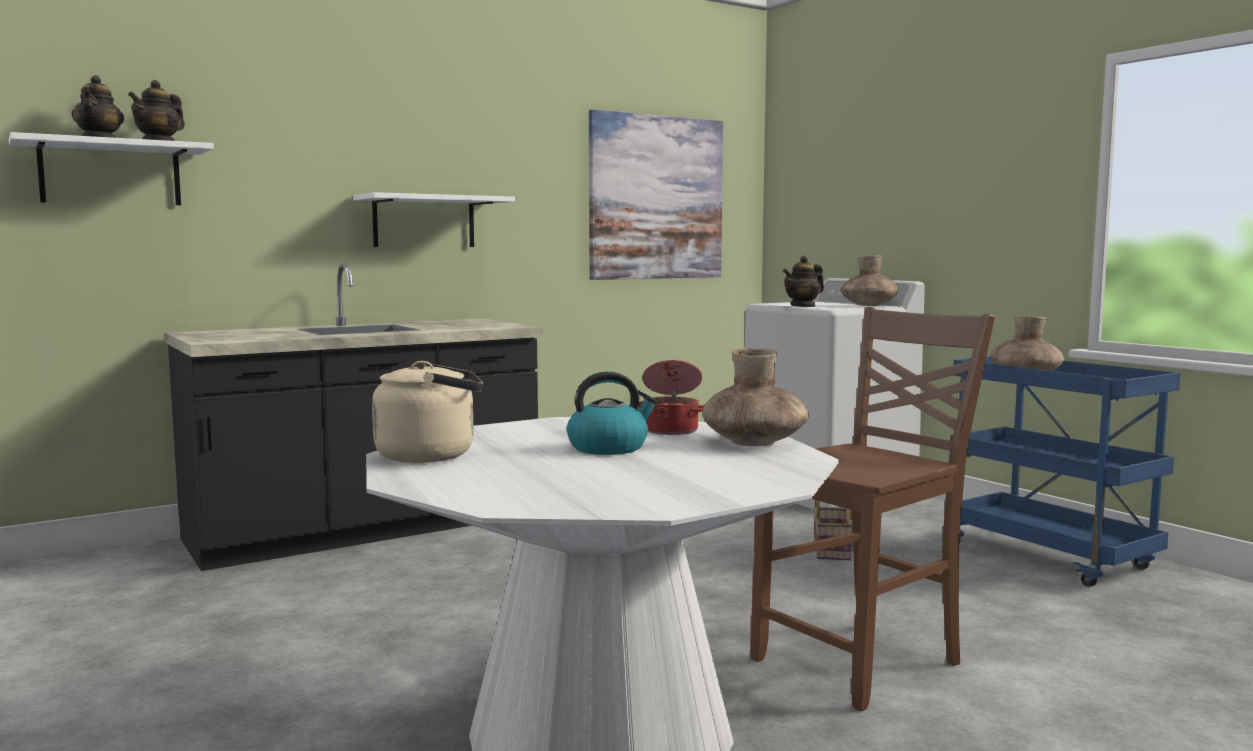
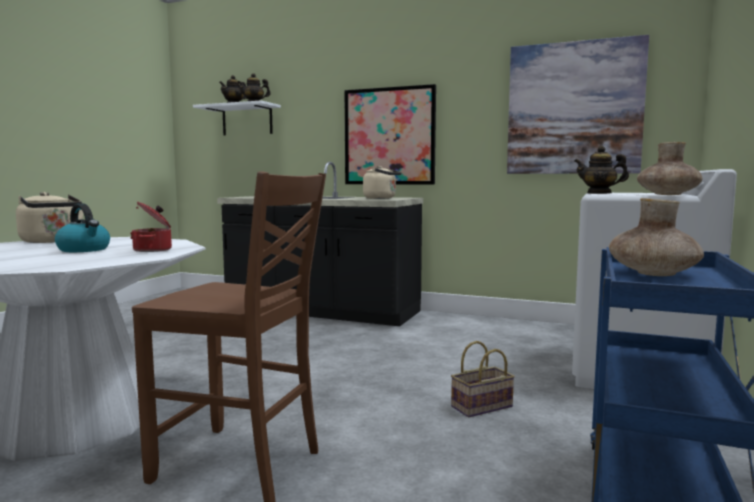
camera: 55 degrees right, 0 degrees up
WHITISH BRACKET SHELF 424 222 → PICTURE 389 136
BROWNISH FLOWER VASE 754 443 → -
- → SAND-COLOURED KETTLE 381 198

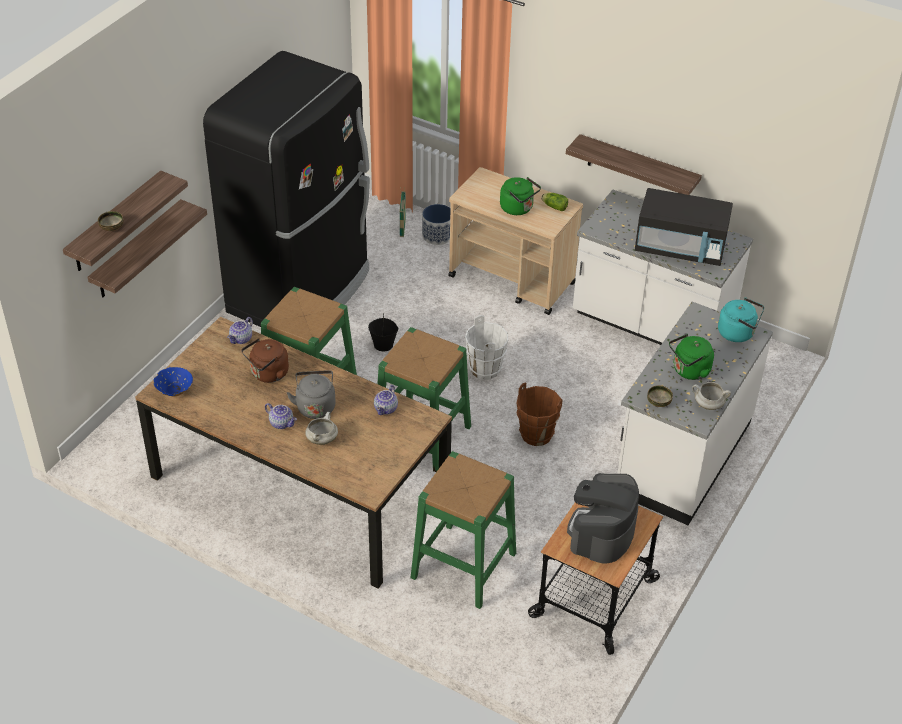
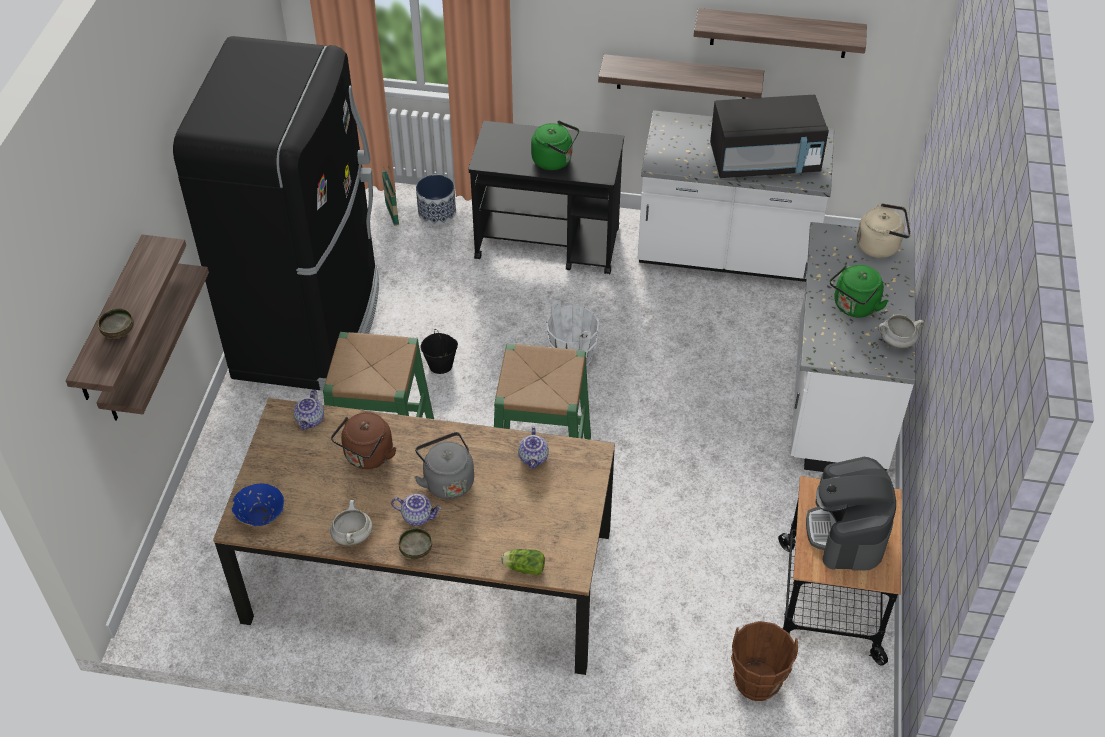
camera: 20 degrees left, 5 degrees up
SAND-COLOURED TROLLEY 512 280 → BLACK TROLLEY 548 244
LETTUCE 553 206 → LETTUCE 522 567, shifted
TURQUOISE KETTLE 738 333 → SAND-COLOURED KETTLE 880 246
BROWNISH WATER BUCKET 536 435 → BROWNISH WATER BUCKET 757 682, shifted
SERVING BOWL 658 402 → SERVING BOWL 416 550, shifted
WHITISH STOCKPOT 322 439 → WHITISH STOCKPOT 352 536, shifted
GREENISH STOOL SEAT 464 565 → -
- → BRACKET SHELF 779 33

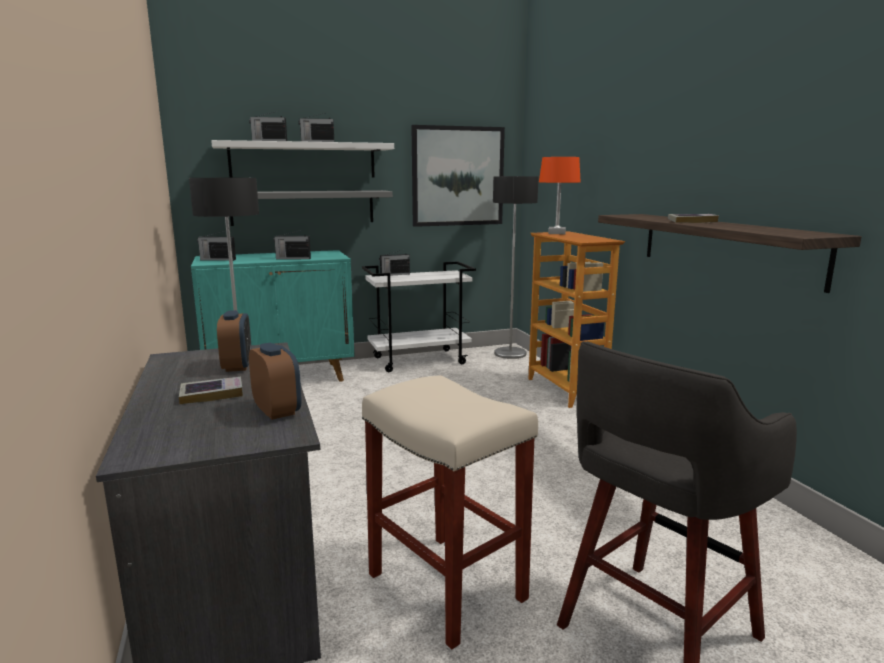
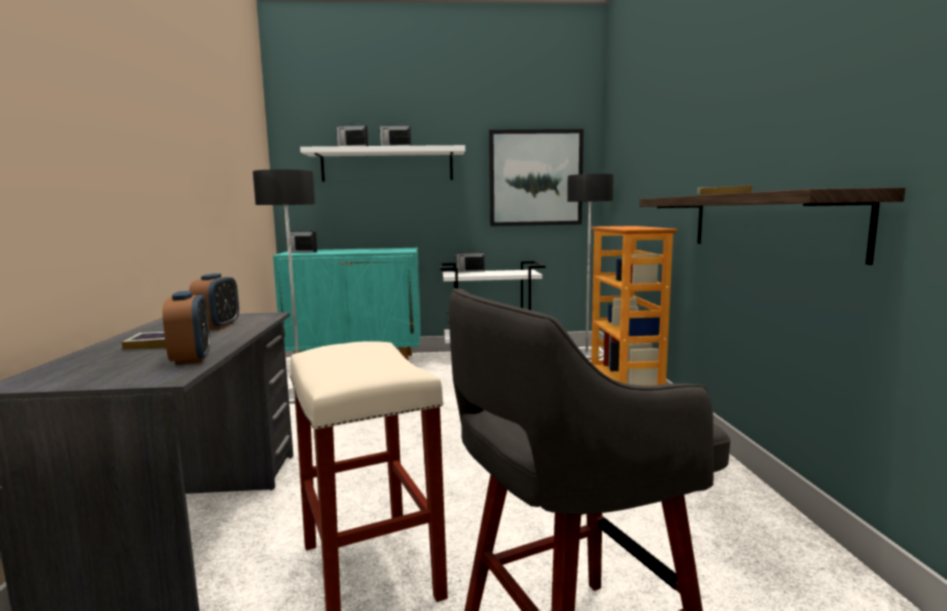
camera: 15 degrees right, 5 degrees down
ORANGEY TABLETOP LAMP 557 233 → -
GREYISH BRACKET SHELF 303 207 → -
RADIO RECEIVER 292 258 → -

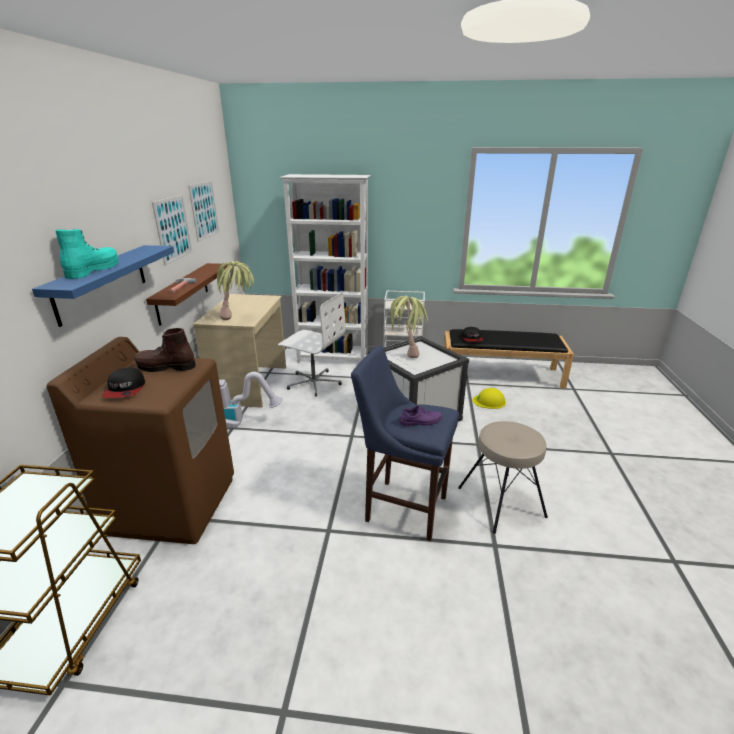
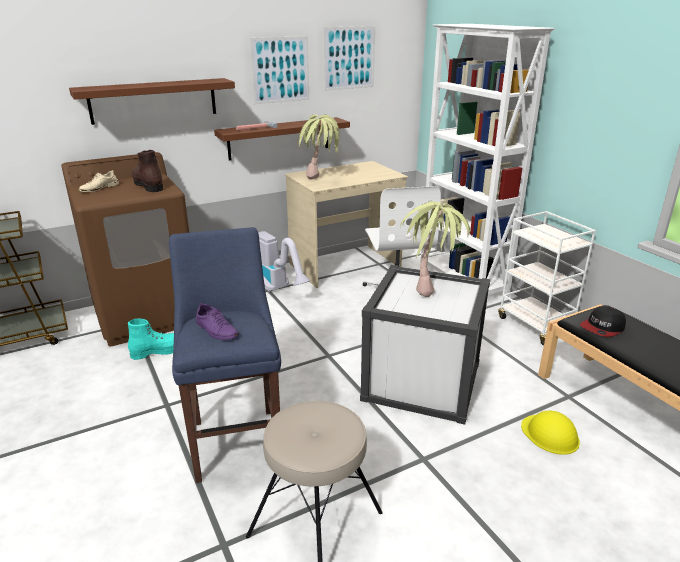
camera: 55 degrees right, 0 degrees up
TURQUOISE BOOT 93 270 → TURQUOISE BOOT 158 351, shifted
BLUISH BRACKET SHELF 102 282 → BROWNISH BRACKET SHELF 153 100
PEAKED CAP 125 389 → SAND-COLOURED SHOE 99 188

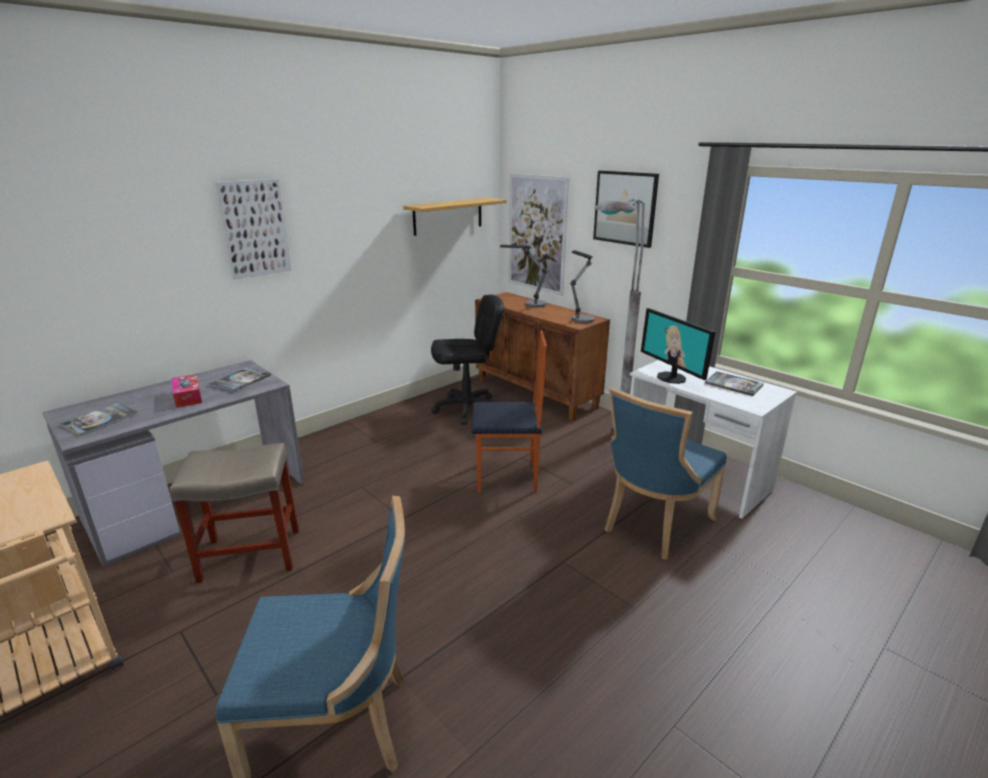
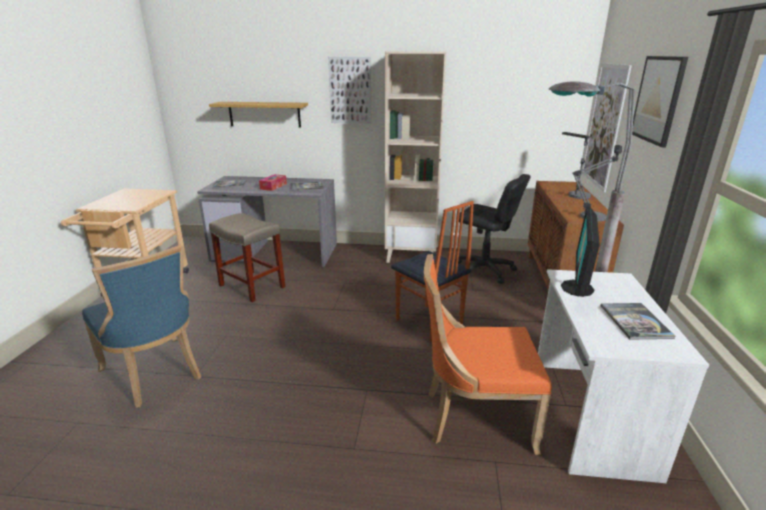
camera: 50 degrees right, 0 degrees up
BRACKET SHELF 448 216 → BRACKET SHELF 264 114, shifted
BLUISH PLAIN CHAIR 654 525 → ORANGEY PLAIN CHAIR 474 417
- → SAND-COLOURED SHELVING UNIT 411 255

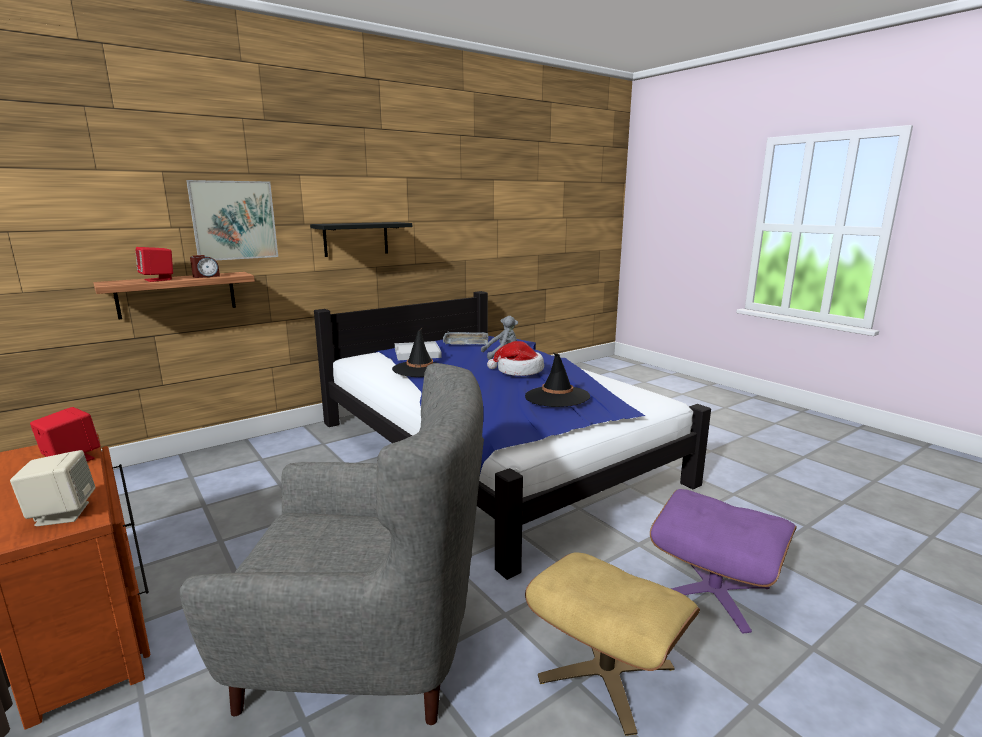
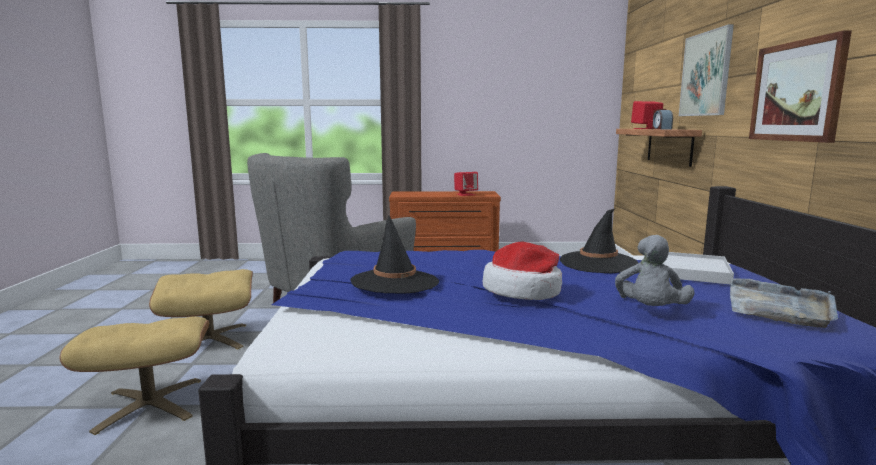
camera: 125 degrees right, 5 degrees down
BLACK BRACKET SHELF 356 239 → PICTURE 797 91
SAND-COLOURED SPEAKER 62 514 → -
PURPLE-COLOURED OTTOMAN 714 591 → SAND-COLOURED OTTOMAN 149 405

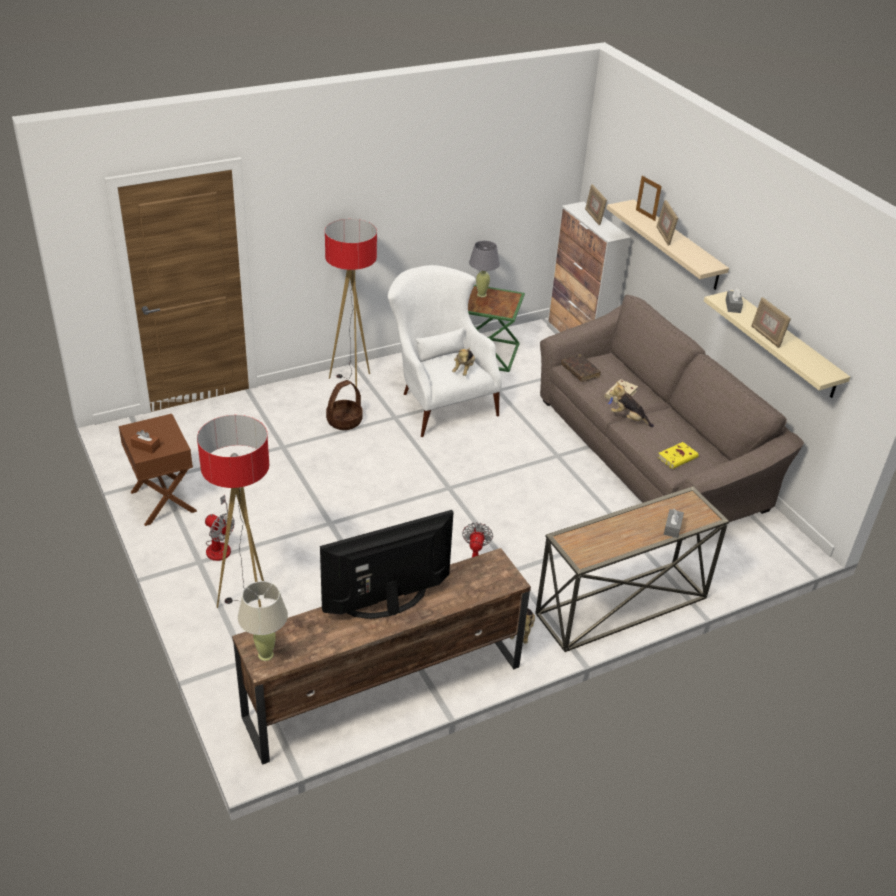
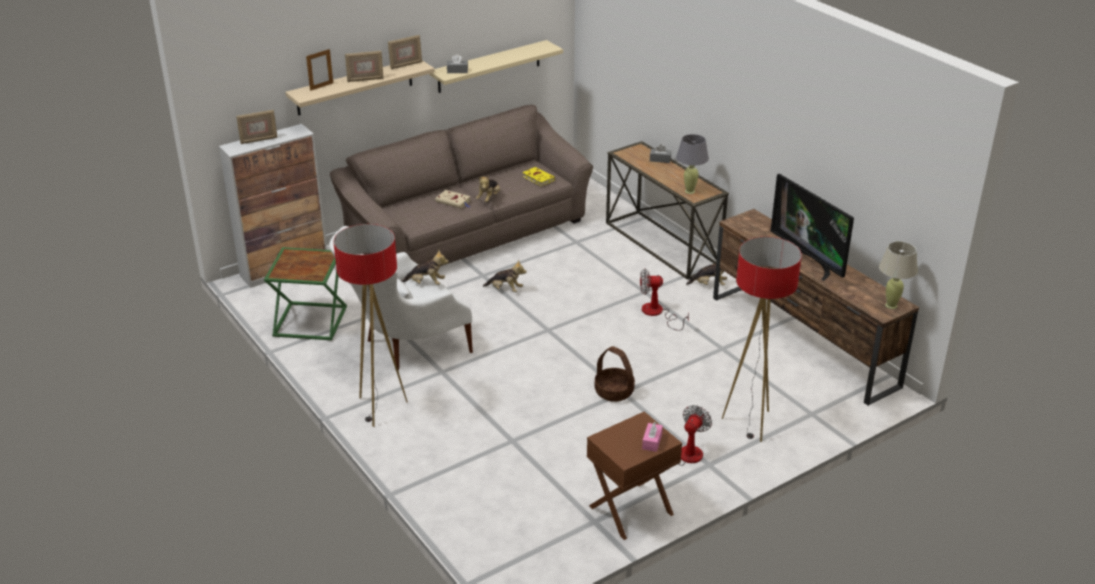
camera: 95 degrees left, 5 degrees down
GREYISH TABLETOP LAMP 481 294 → GREYISH TABLETOP LAMP 689 191, shifted
PICTURE FRAME 766 336 → PICTURE FRAME 405 65, shifted
BROWNISH BOOK 580 371 → -
BASKET 344 421 → BASKET 613 391, shifted
BROWNISH TISSUE BOX 146 446 → PINK-COLOURED TISSUE BOX 652 441
- → CUDDLY TOY 505 290

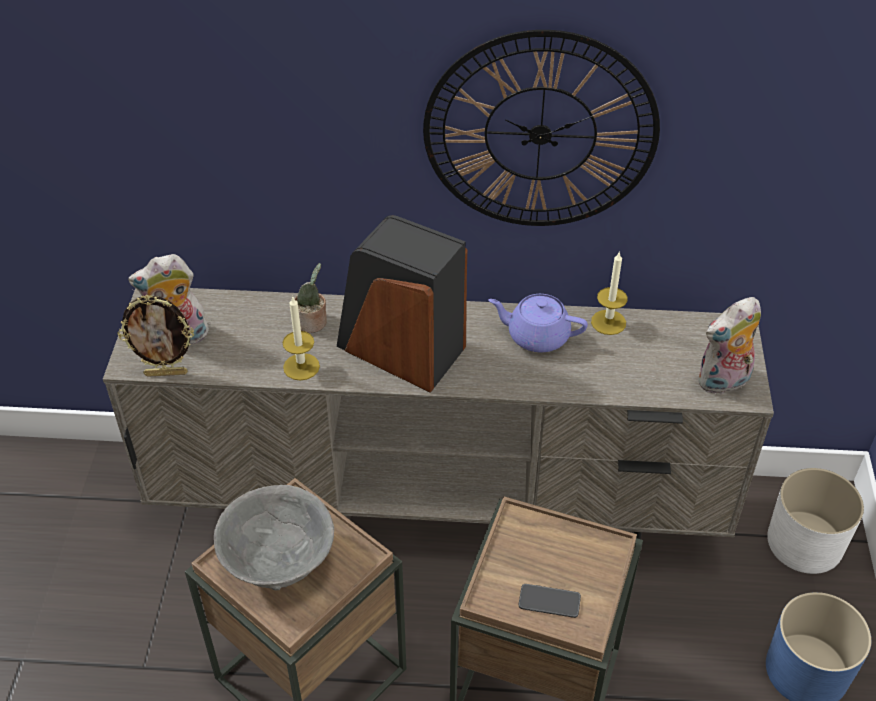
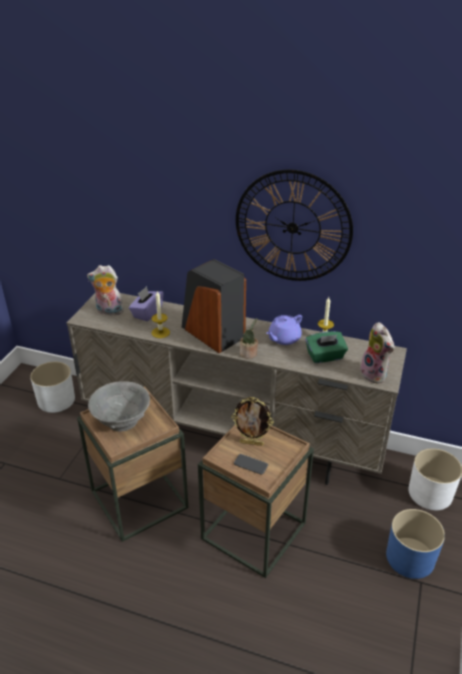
camera: 15 degrees right, 10 degrees down
POTTED PLANT 313 323 → POTTED PLANT 249 354, shifted
PURPLE-COLOURED TEAPOT 536 336 → PURPLE-COLOURED TEAPOT 283 338, 75 degrees counterclockwise
PICTURE FRAME 166 373 → PICTURE FRAME 251 443, shifted
CUDDLY TOY 723 382 → CUDDLY TOY 375 374, 105 degrees counterclockwise
- → PURPLE-COLOURED TISSUE BOX 147 313
- → GREENISH TISSUE BOX 325 356
- → WHITISH PLANT POT 56 400

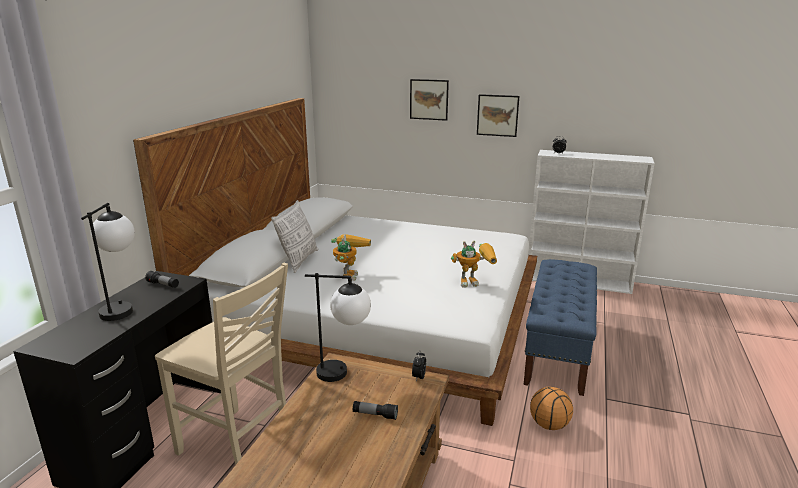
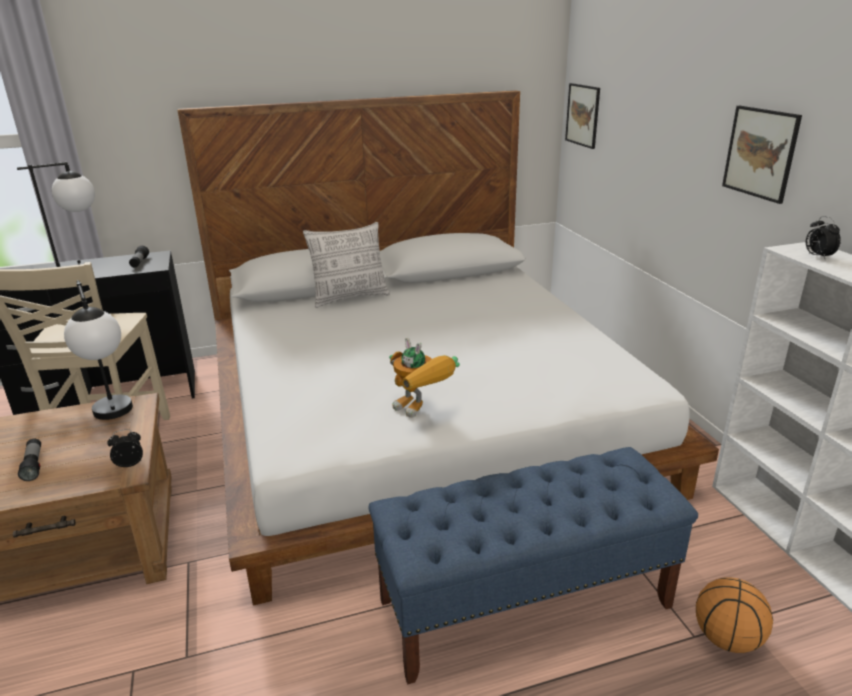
camera: 55 degrees right, 5 degrees up
PICTURE 429 99 → PICTURE 583 115, shifted
TOY ROBOT 348 273 → -
BASKETBALL 549 424 → BASKETBALL 727 638, shifted

